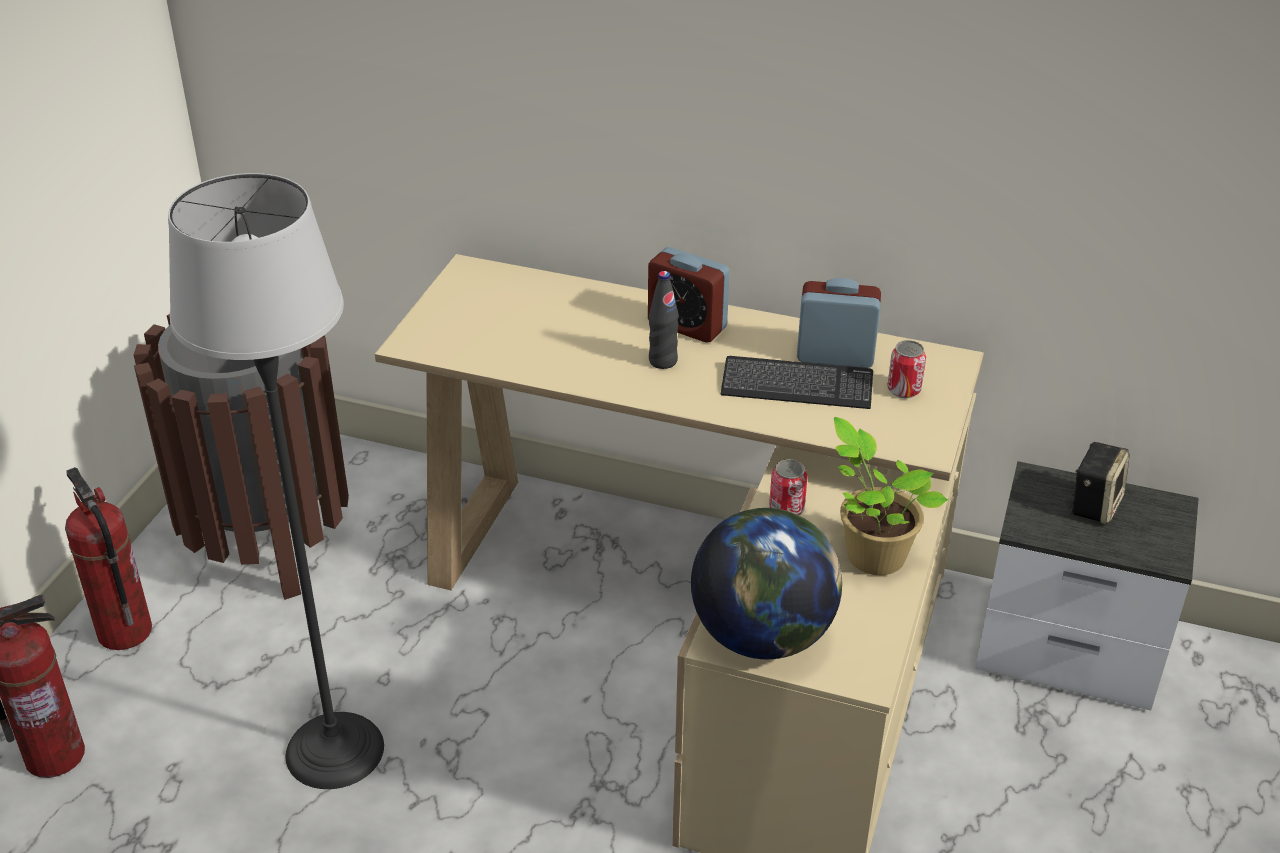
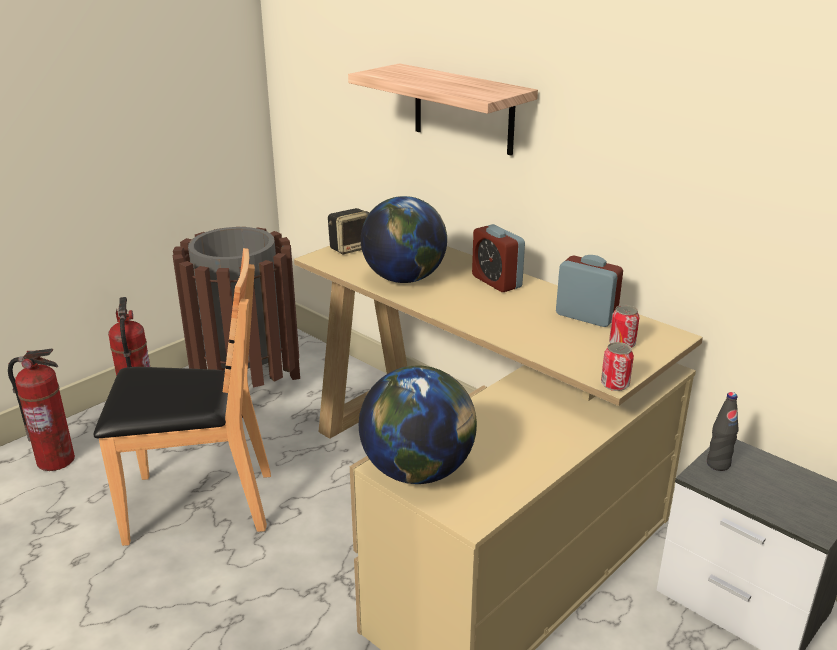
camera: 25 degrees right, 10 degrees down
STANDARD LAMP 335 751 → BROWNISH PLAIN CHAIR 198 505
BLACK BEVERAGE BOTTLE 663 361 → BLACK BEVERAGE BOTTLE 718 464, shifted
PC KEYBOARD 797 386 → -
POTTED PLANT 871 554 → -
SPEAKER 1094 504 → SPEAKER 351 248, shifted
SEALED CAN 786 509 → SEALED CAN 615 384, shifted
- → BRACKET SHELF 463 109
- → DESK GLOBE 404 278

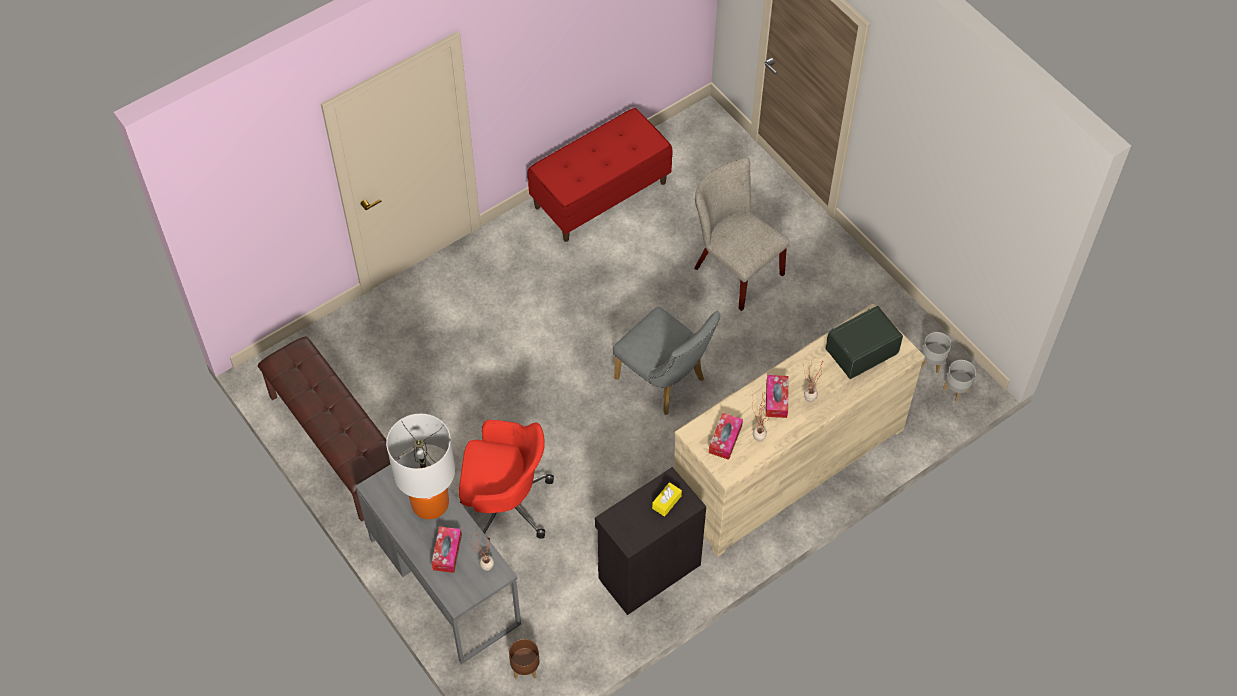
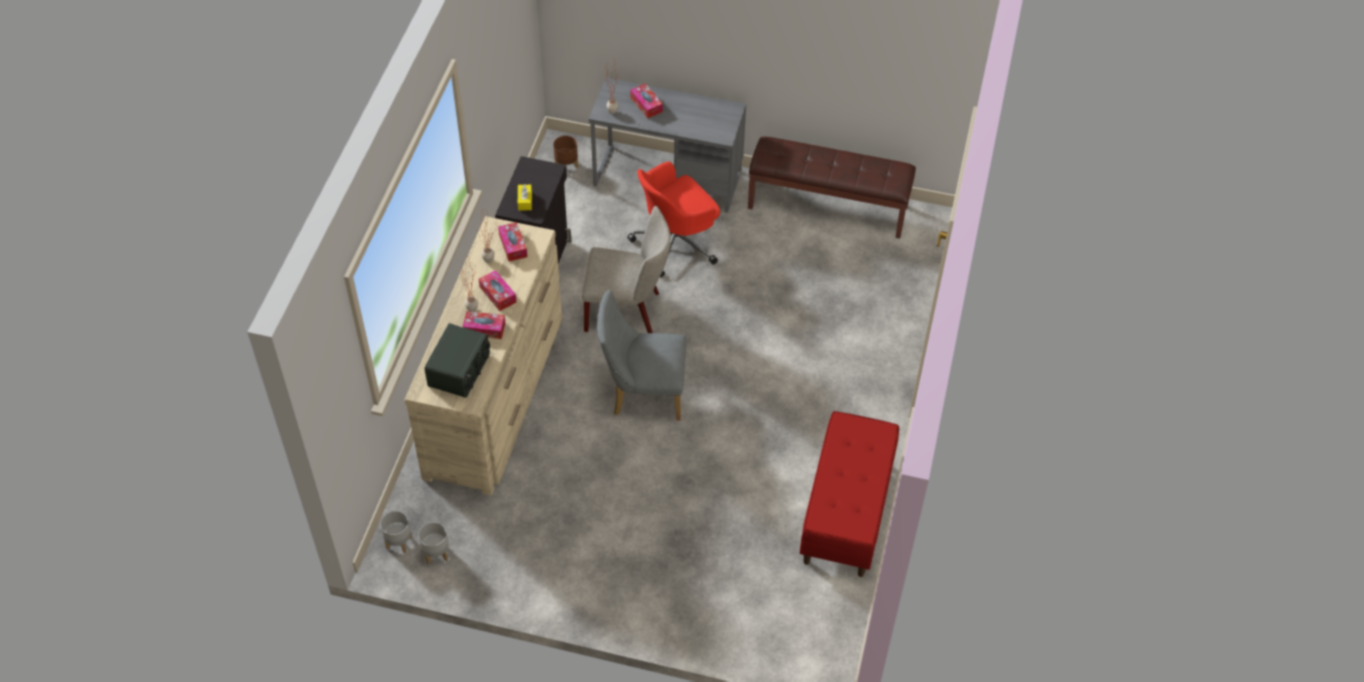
camera: 140 degrees right, 5 degrees down
SAND-COLOURED PLAIN CHAIR 733 268 → SAND-COLOURED PLAIN CHAIR 627 311, shifted
TABLETOP LAMP 430 503 → -
- → TISSUE BOX 484 329

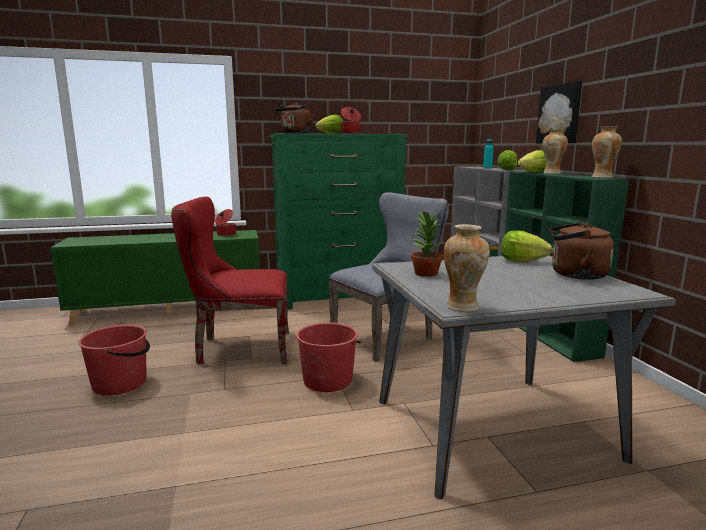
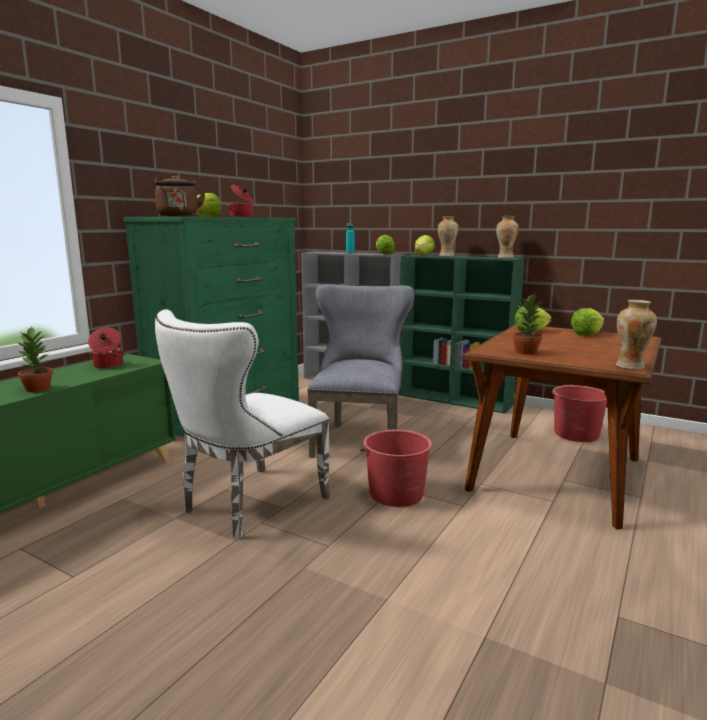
camera: 45 degrees left, 0 degrees up
PICTURE 560 114 → -
REDDISH PLAIN CHAIR 238 349 → WHITISH PLAIN CHAIR 247 506
BROWNISH KETTLE 575 275 → LETTUCE 587 334
GREYISH KITCHEN TABLE 492 429 → BROWNISH KITCHEN TABLE 556 474
REDDISH WATER BUCKET 120 383 → REDDISH WATER BUCKET 576 434, shifted
- → POTTED PLANT 38 388

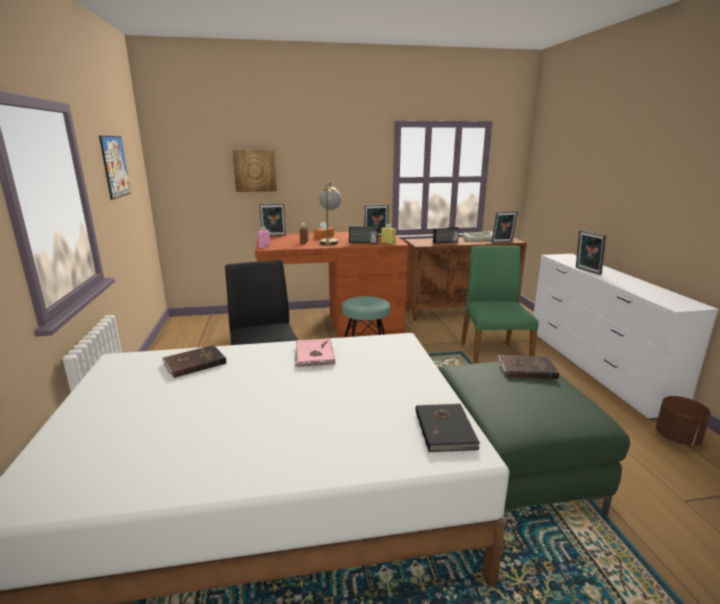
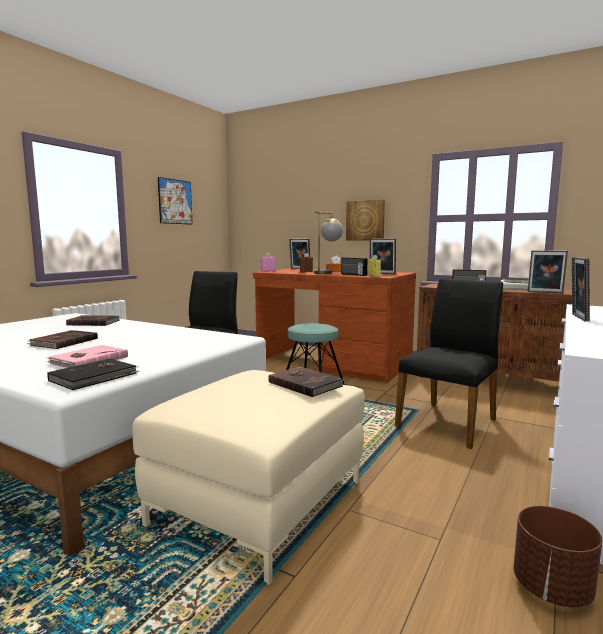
camera: 40 degrees right, 10 degrees down
PICTURE 255 170 → PICTURE 365 220, shifted
GREENISH PLAIN CHAIR 493 356 → BLACK PLAIN CHAIR 448 423
PINK-COLOURED BOOK 314 355 → PINK-COLOURED BOOK 88 360, shifted
GREENISH OTTOMAN 510 469 → SAND-COLOURED OTTOMAN 259 502
- → BROWNISH BOOK 63 342

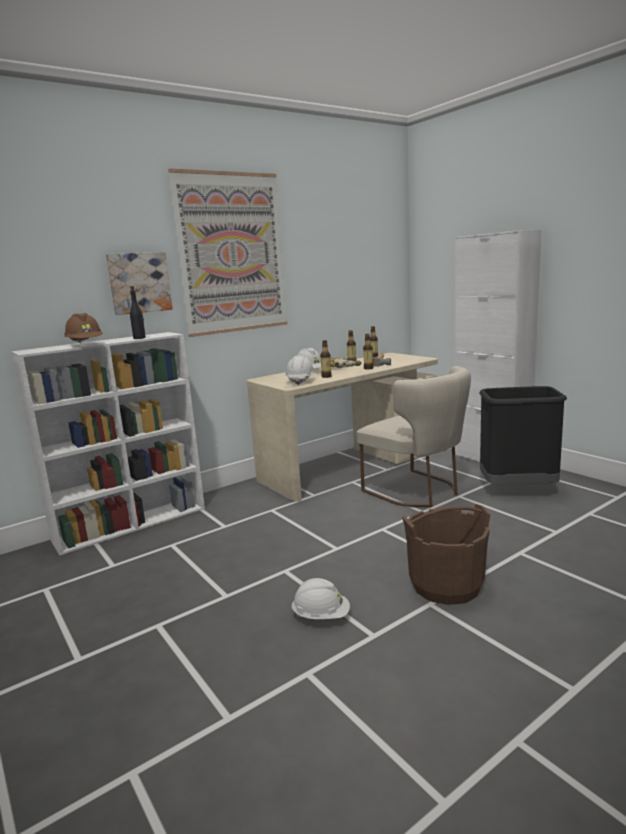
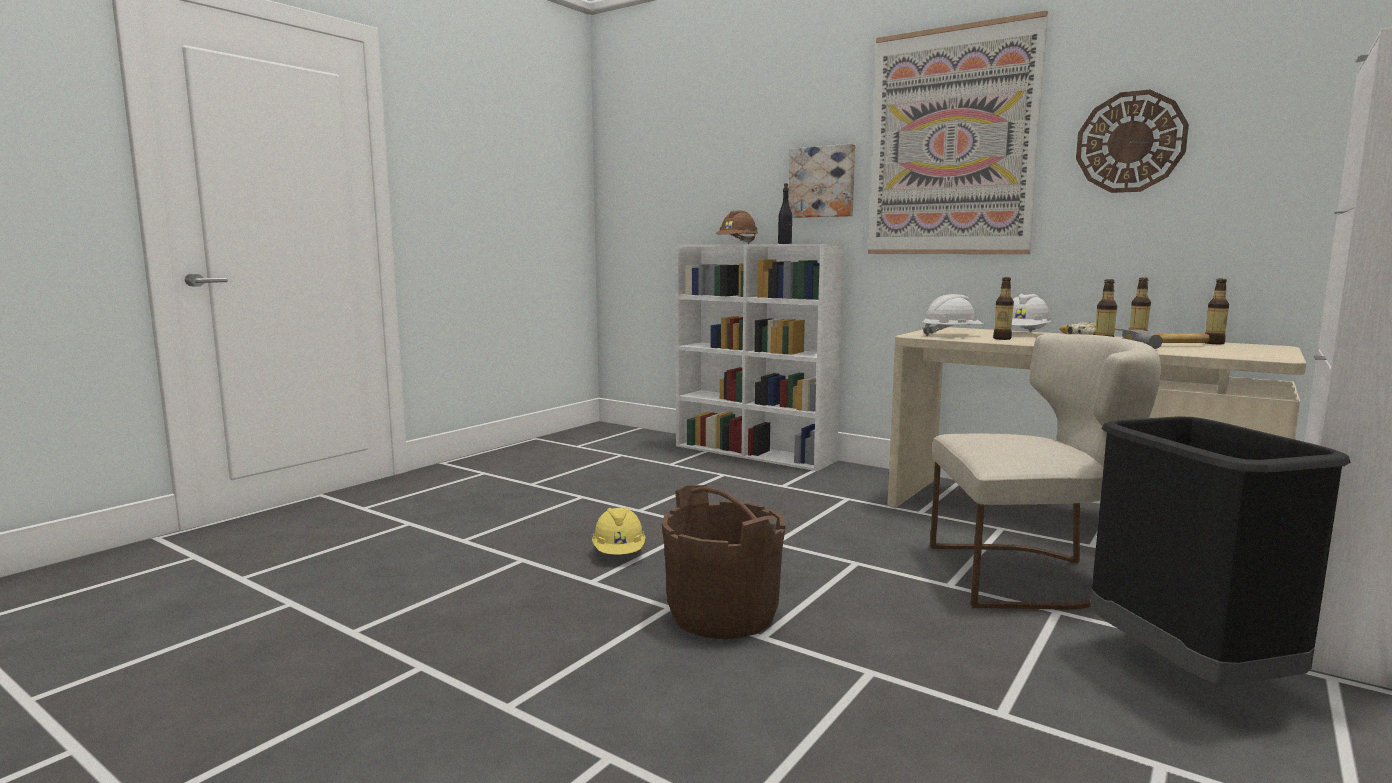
camera: 70 degrees right, 5 degrees down
SAND-COLOURED PLAIN CHAIR 418 491 → SAND-COLOURED PLAIN CHAIR 1030 576, 120 degrees counterclockwise
WHITISH WORK HELMET 321 616 → YELLOW-COLOURED WORK HELMET 619 553
- → CLOCK ON THE WALL 1130 142

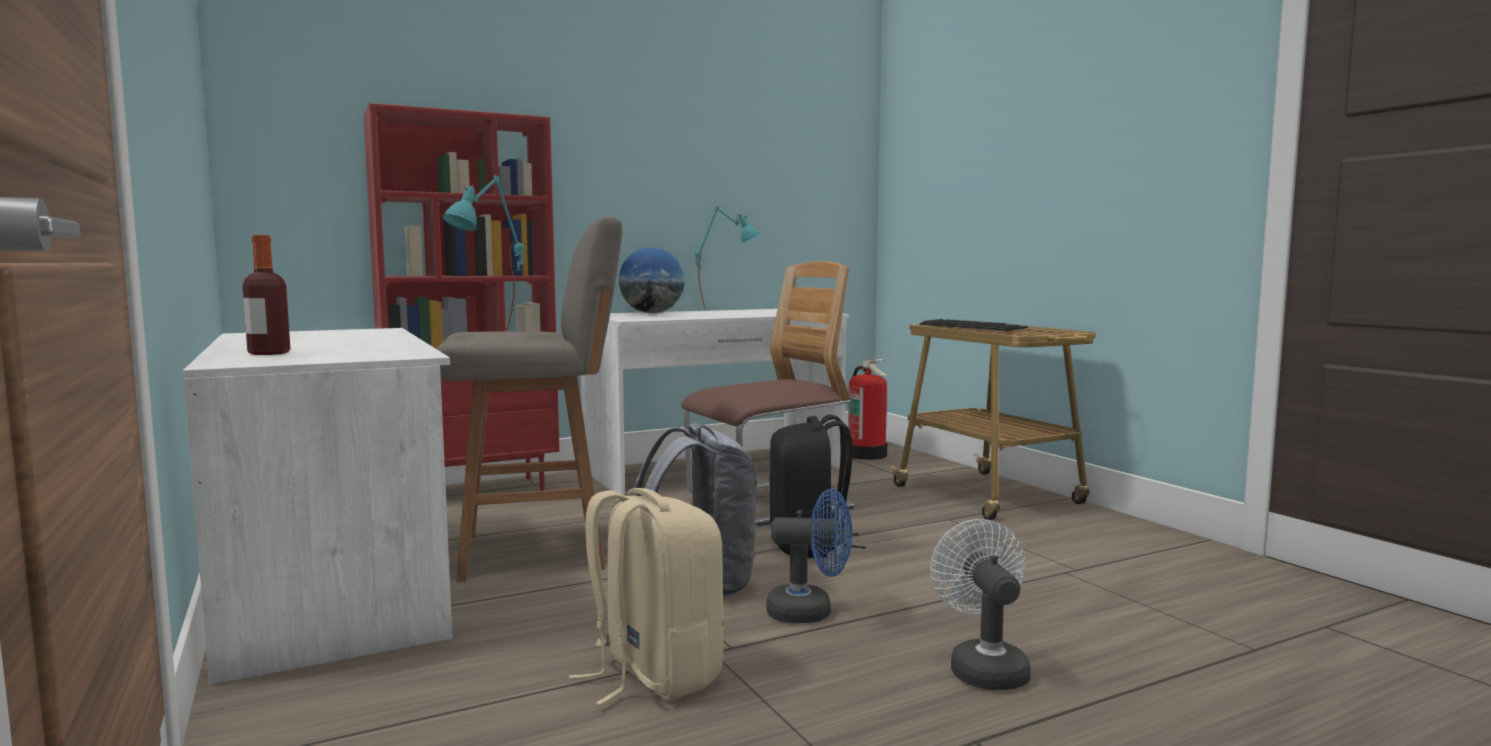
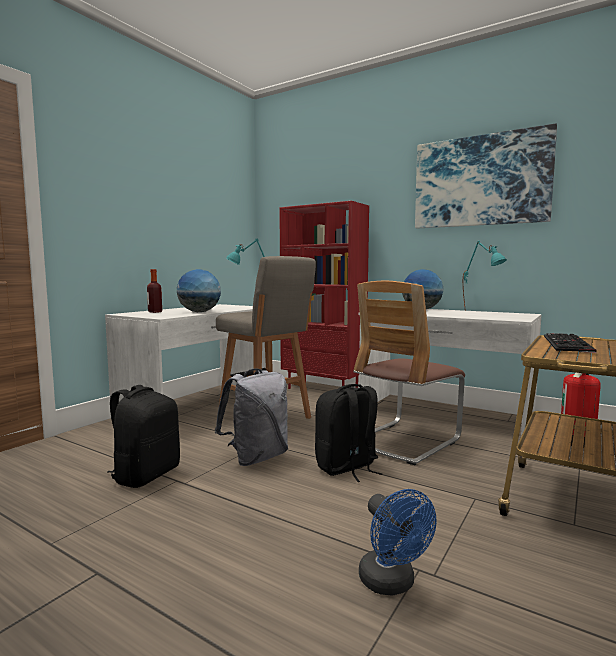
camera: 60 degrees right, 0 degrees up
PLAIN CHAIR 769 504 → PLAIN CHAIR 405 441, 105 degrees clockwise
SAND-COLOURED KNAPSACK 653 675 → BLACK KNAPSACK 146 475
BLUISH ELECTRIC FAN 810 612 → BLUISH ELECTRIC FAN 392 584, shifted
WHITISH ELECTRIC FAN 983 667 → -
- → PICTURE 480 181
- → DESK GLOBE 199 312

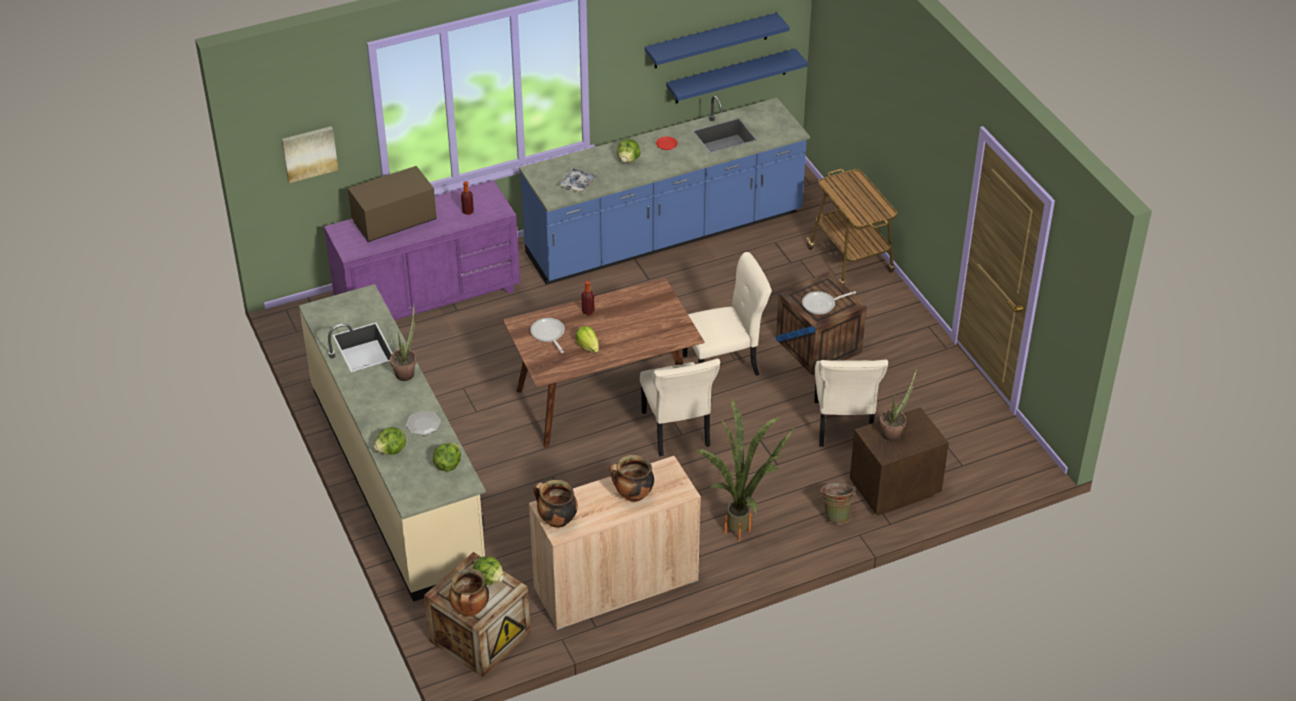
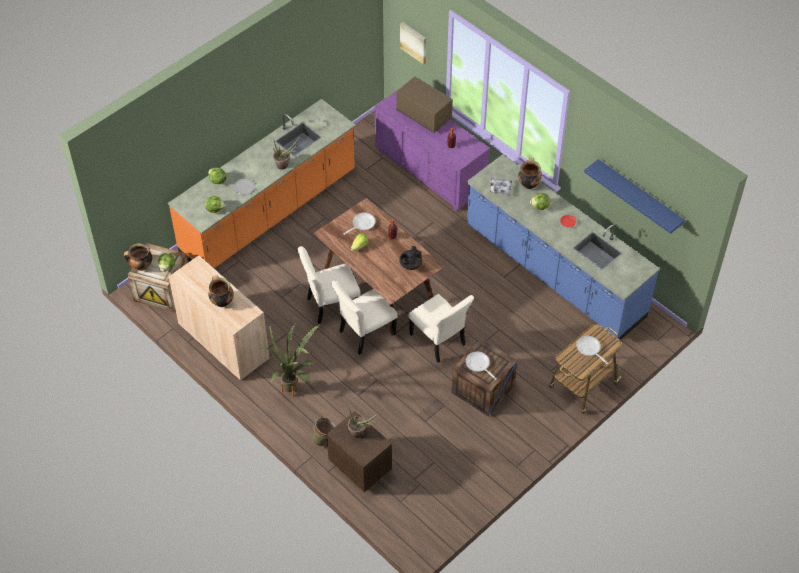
camera: 70 degrees right, 10 degrees up
BLUISH BRACKET SHELF 731 76 → -
SAND-COLOURED COUNTER 398 479 → ORANGEY COUNTER 269 212
SAND-COLOURED PLAIN CHAIR 842 426 → SAND-COLOURED PLAIN CHAIR 330 305, shifted
STOCKPOT 556 520 → STOCKPOT 528 184, shifted
- → BLACK TEAPOT 410 265
- → SKILLET 589 349

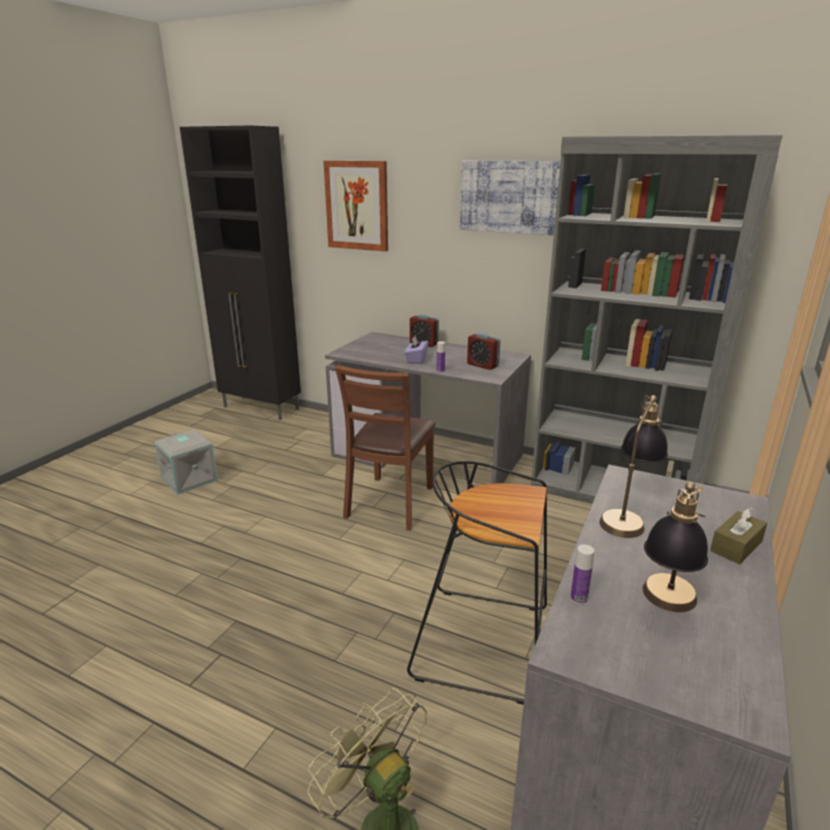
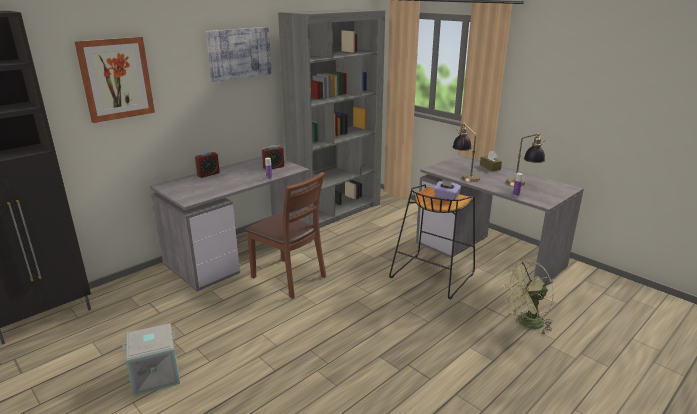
camera: 70 degrees left, 0 degrees up
PURPLE-COLOURED TISSUE BOX 416 360 → PURPLE-COLOURED TISSUE BOX 446 197, shifted

